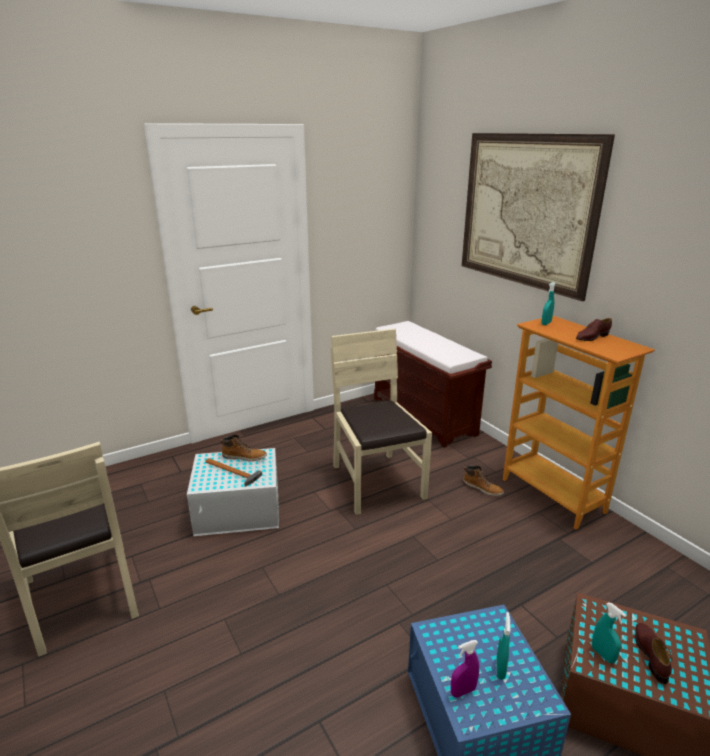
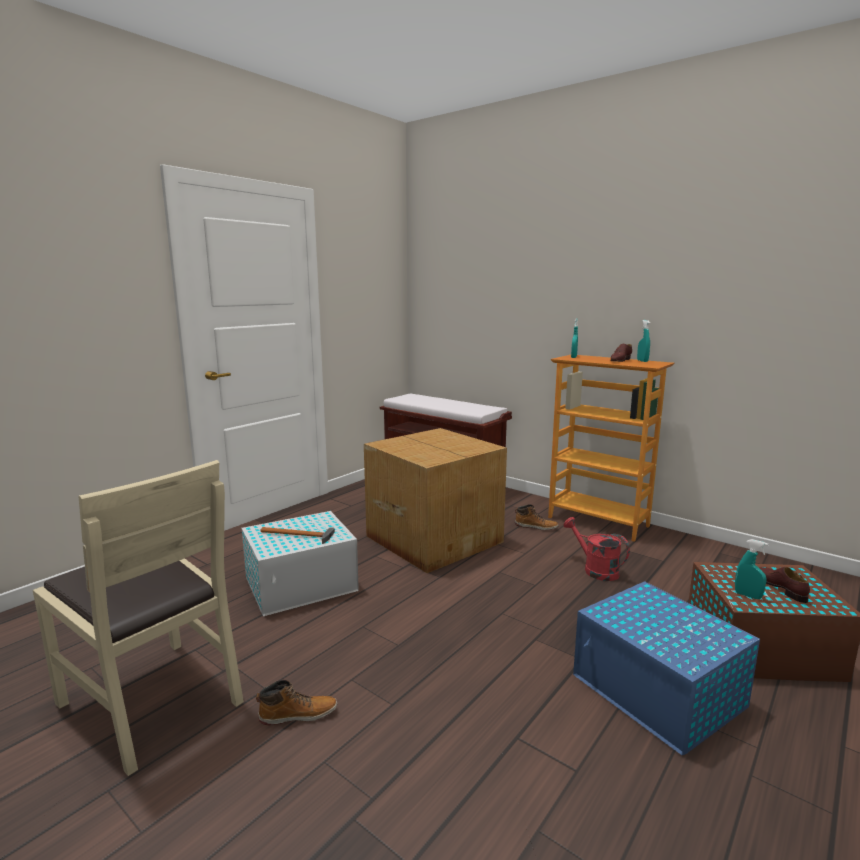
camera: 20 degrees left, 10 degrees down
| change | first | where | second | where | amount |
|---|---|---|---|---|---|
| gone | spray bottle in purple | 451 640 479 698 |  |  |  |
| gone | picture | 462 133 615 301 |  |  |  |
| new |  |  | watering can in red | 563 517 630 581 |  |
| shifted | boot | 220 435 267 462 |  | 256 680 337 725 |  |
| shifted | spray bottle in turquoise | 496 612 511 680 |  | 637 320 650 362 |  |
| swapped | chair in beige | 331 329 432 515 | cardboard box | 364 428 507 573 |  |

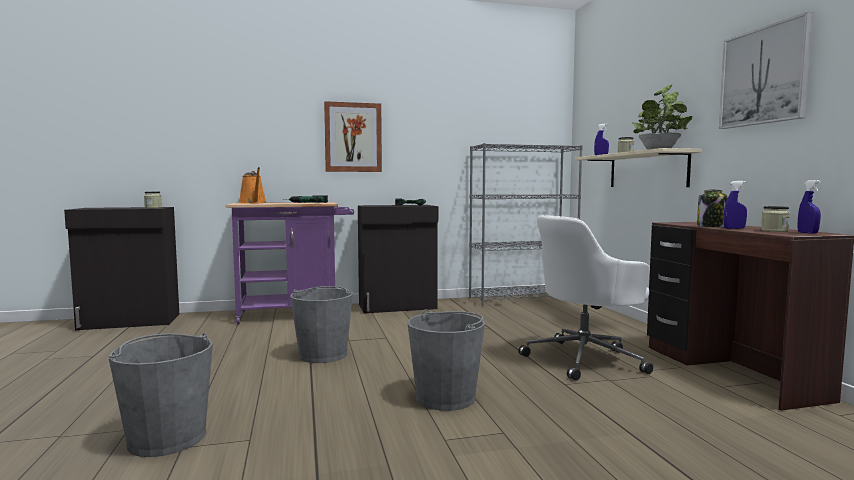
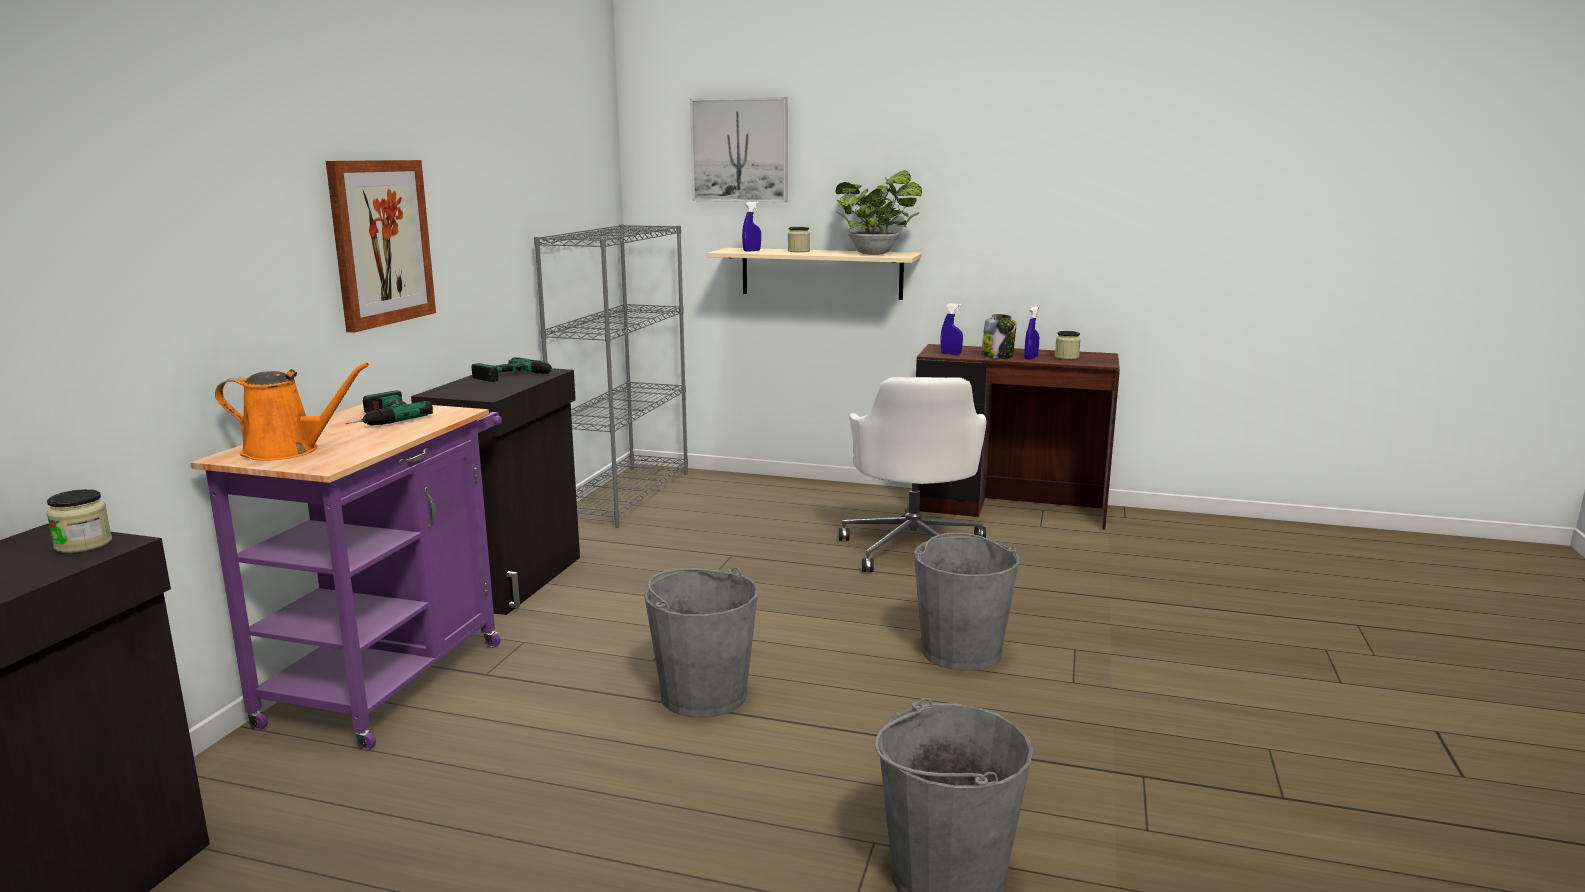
camera: 60 degrees left, 10 degrees up
| change | first | where | second | where | amount |
|---|---|---|---|---|---|
| shifted | picture | 719 12 813 129 |  | 690 97 788 202 |  |
| shifted | spray bottle in blue | 798 180 821 234 |  | 941 303 963 355 |  |

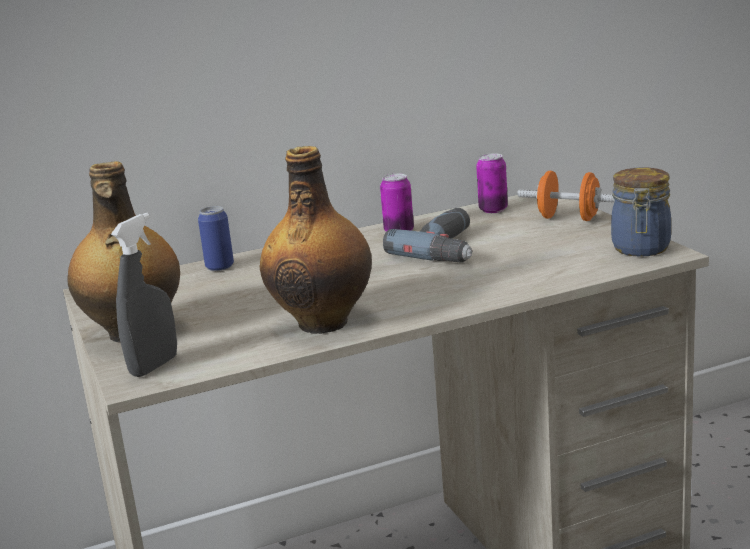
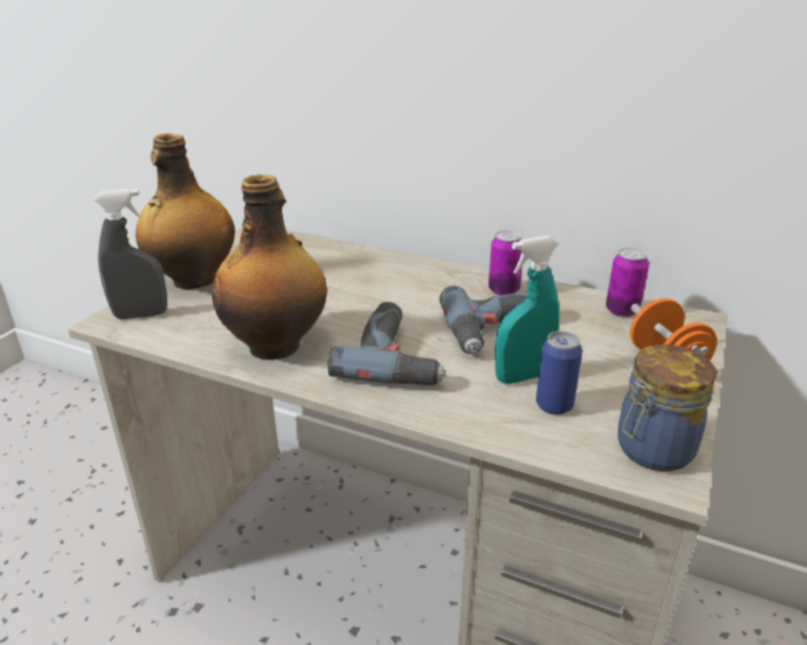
camera: 45 degrees right, 10 degrees up
| change | first | where | second | where | amount |
|---|---|---|---|---|---|
| new |  |  | power drill | 328 302 446 386 |  |
| new |  |  | spray bottle in turquoise | 495 236 560 384 |  |
| shifted | can | 198 206 234 271 |  | 536 331 582 415 |  |

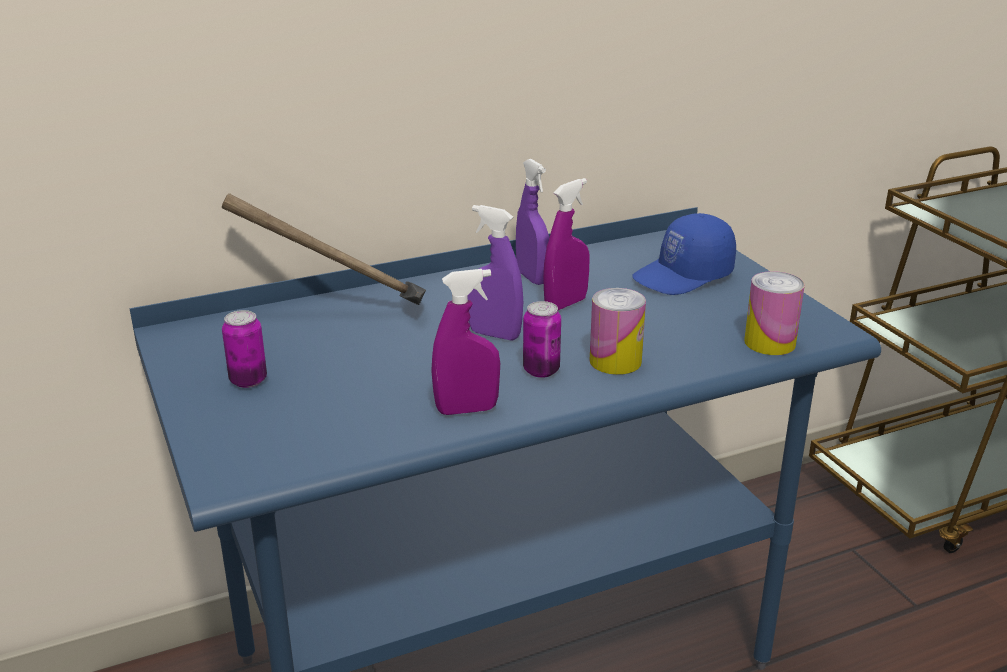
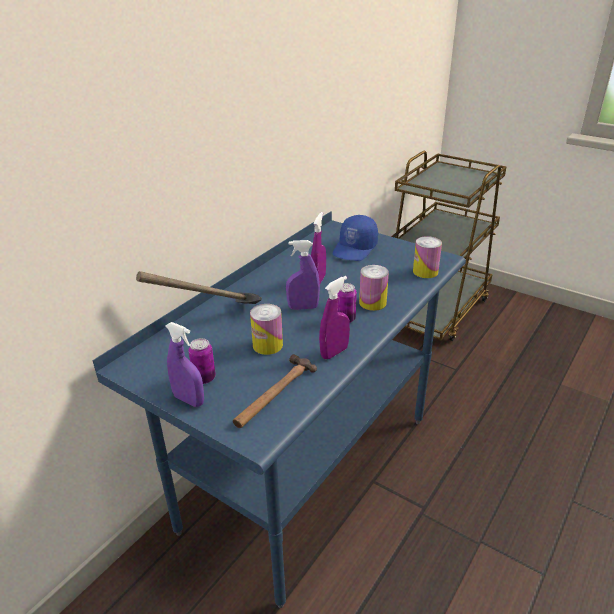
camera: 30 degrees left, 5 degrees up
| change | first | where | second | where | amount |
|---|---|---|---|---|---|
| new |  |  | hammer | 233 354 317 428 |  |
| new |  |  | can | 250 304 283 355 |  |
| shifted | spray bottle in purple | 516 159 549 285 |  | 166 322 204 407 |  |

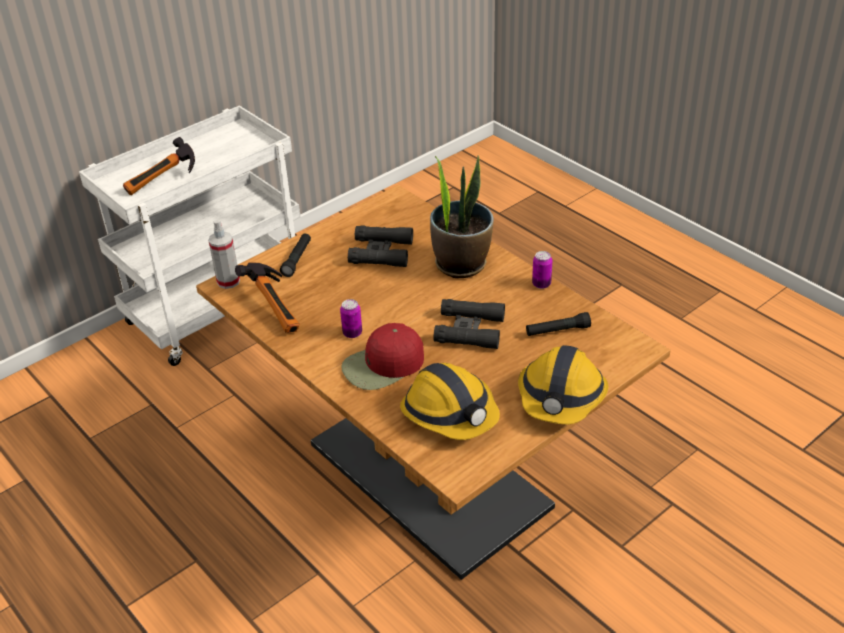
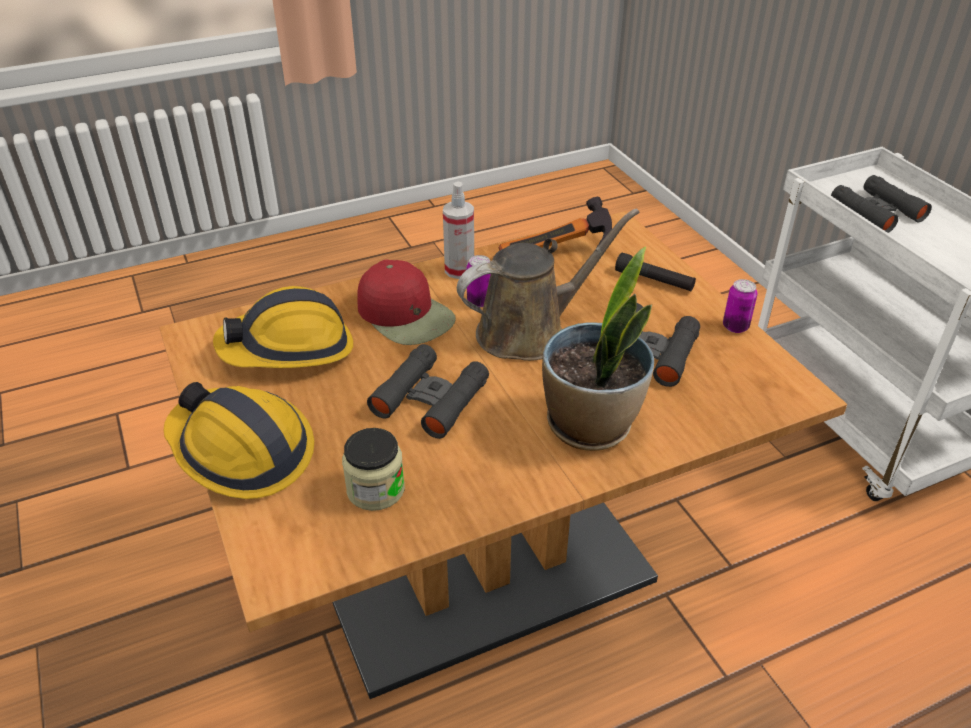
camera: 105 degrees right, 0 degrees up
| change | first | where | second | where | amount |
|---|---|---|---|---|---|
| new |  |  | watering can in brown | 457 208 639 361 |  |
| shifted | spray bottle | 208 220 240 289 |  | 443 182 474 279 |  |
| shifted | can | 532 251 553 289 |  | 723 279 757 333 |  |
| swapped | hammer | 123 137 195 195 | binoculars in black | 831 175 932 233 |  |
| swapped | flashlight in black | 526 312 591 336 | jar | 342 428 405 511 |  |
| rotated | cap in red | 341 323 424 390 |  | 357 260 456 345 | 150 degrees clockwise |

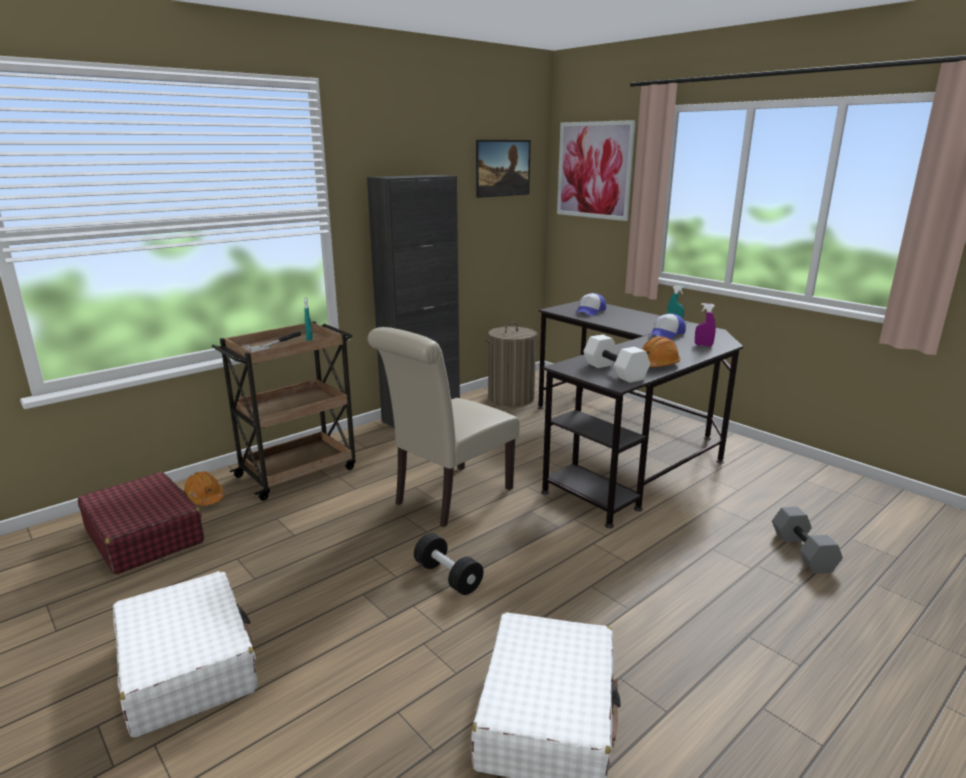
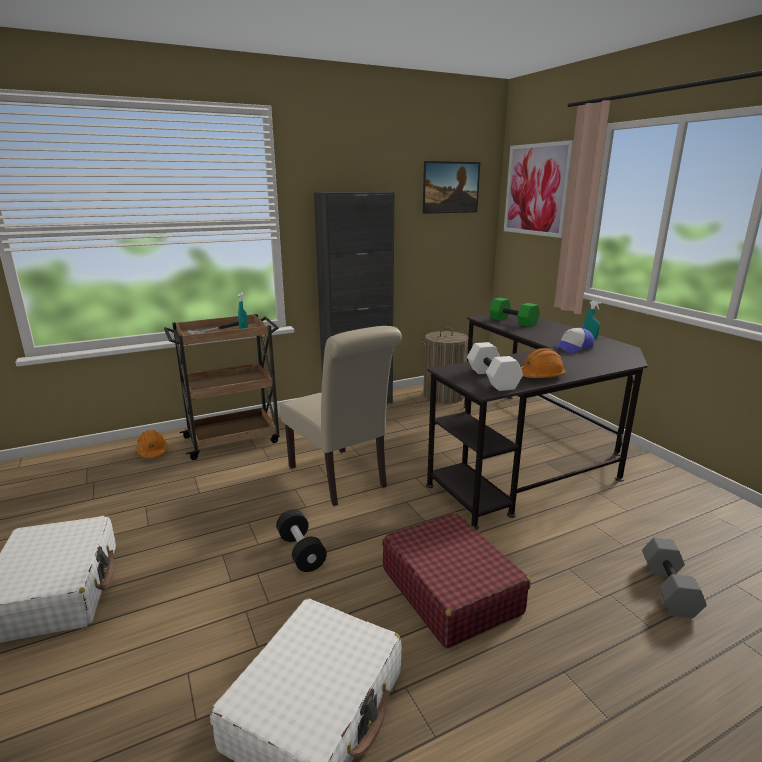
camera: 15 degrees right, 0 degrees up
| change | first | where | second | where | amount |
|---|---|---|---|---|---|
| gone | spray bottle in purple | 695 303 716 346 |  |  |  |
| shifted | suitcase in red | 78 472 204 575 |  | 382 513 530 648 |  |
| swapped | cap | 576 293 606 316 | dumbbell in green | 489 298 540 327 |  |
| rotated | chair in beige | 368 327 520 527 |  | 280 326 402 506 | 90 degrees counterclockwise |

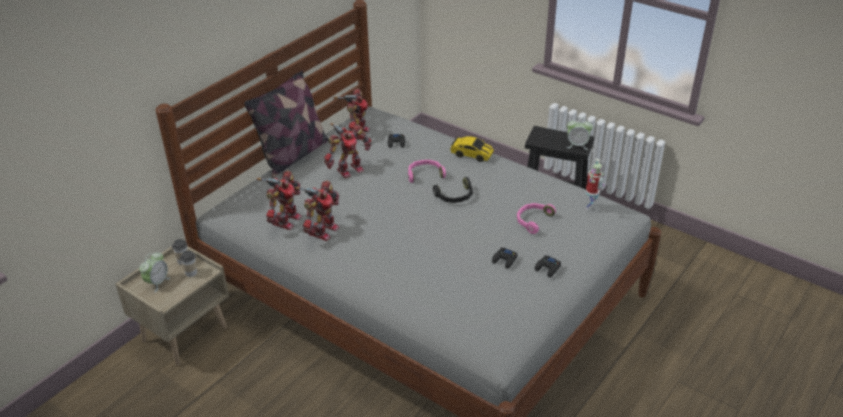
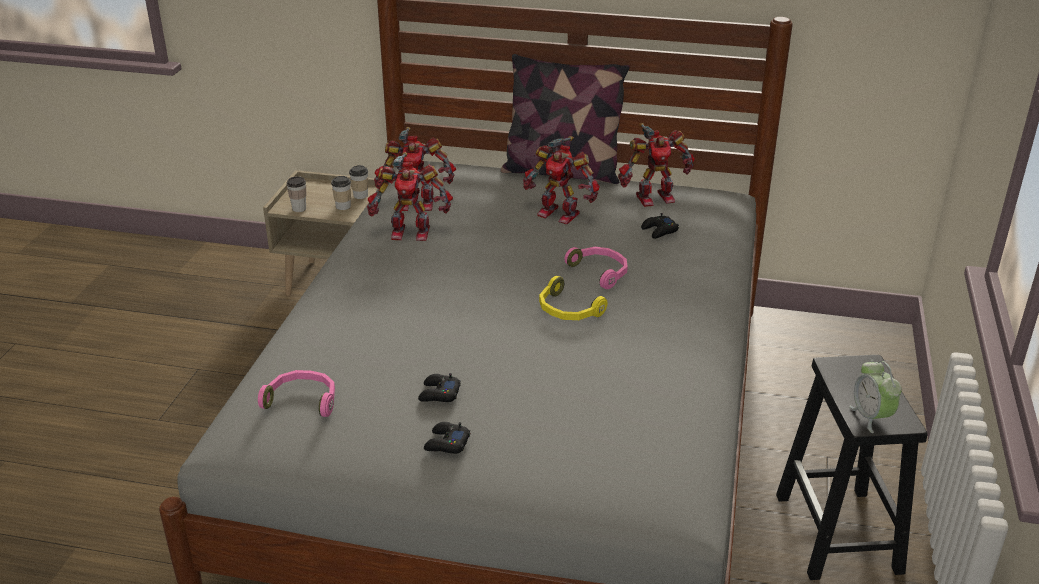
camera: 65 degrees right, 5 degrees down
| change | first | where | second | where | amount |
|---|---|---|---|---|---|
| gone | alarm clock | 139 252 171 292 |  |  |  |
| gone | toy car | 450 136 494 162 |  |  |  |
| gone | toy robot | 586 159 605 210 |  |  |  |
| new |  |  | cup | 287 176 306 212 |  |
| shifted | headphones in pink | 517 203 556 234 |  | 258 370 335 417 |  |
| repainted | headphones in black | 433 177 473 203 | headphones in yellow | 539 276 607 320 |  |

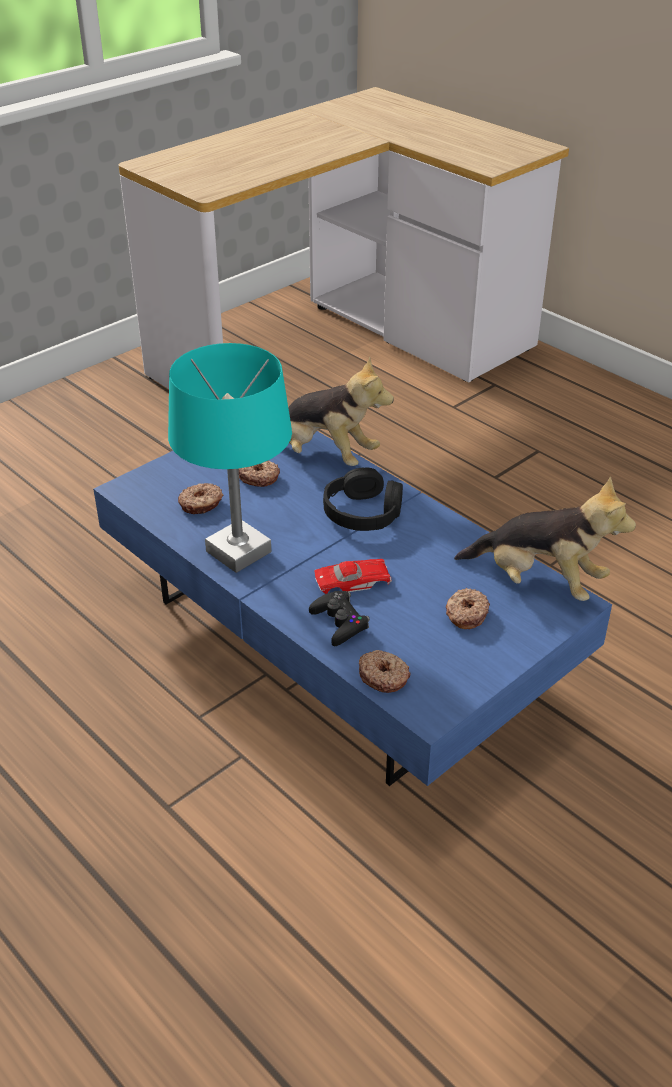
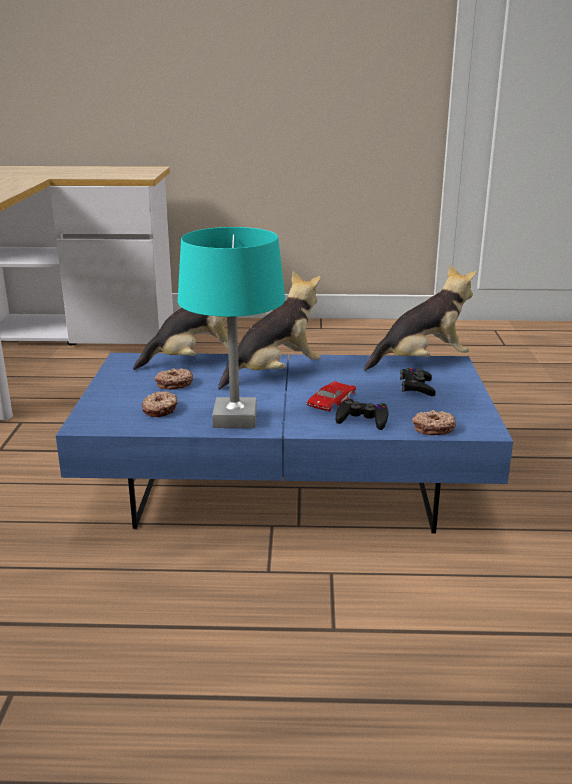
camera: 45 degrees left, 15 degrees down
| change | first | where | second | where | amount |
|---|---|---|---|---|---|
| swapped | headphones in black | 323 468 403 531 | plush toy | 218 271 321 390 |  |
| swapped | donut | 446 588 490 629 | game controller in black | 400 368 436 396 |  |

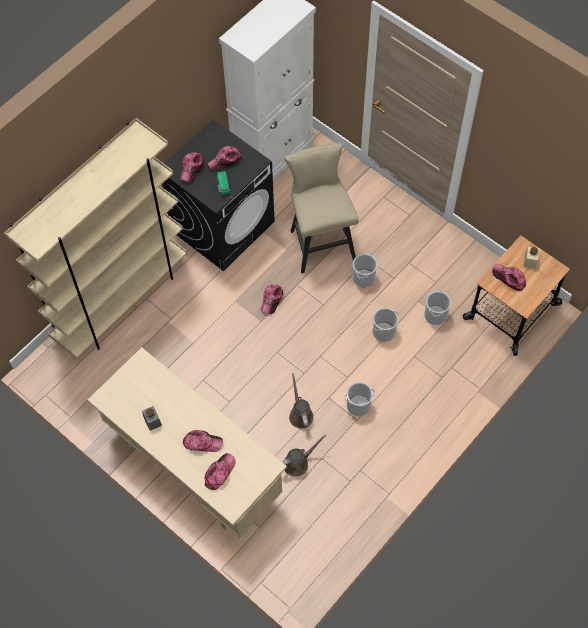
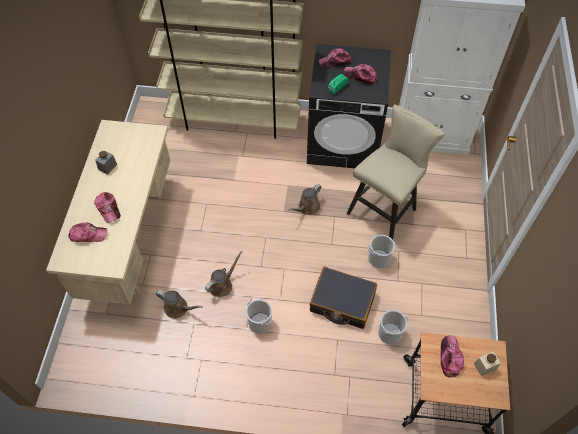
camera: 55 degrees right, 5 degrees down
| change | first | where | second | where | amount |
|---|---|---|---|---|---|
| swapped | cap | 261 284 283 314 | watering can in brown | 288 184 321 215 |  |
| swapped | bucket | 372 308 398 342 | suitcase in black | 310 267 377 329 |  |

